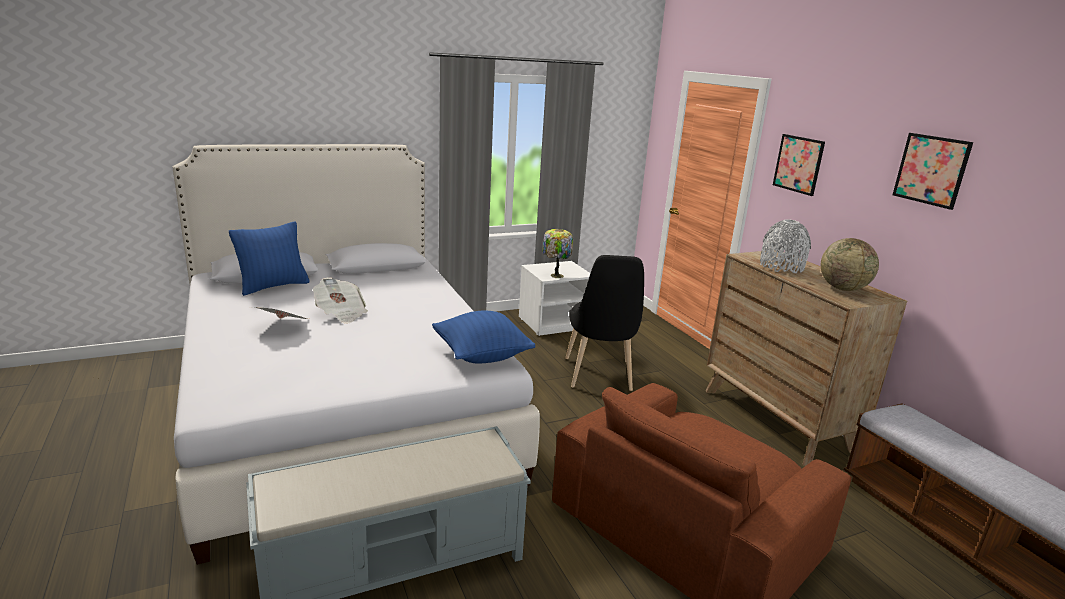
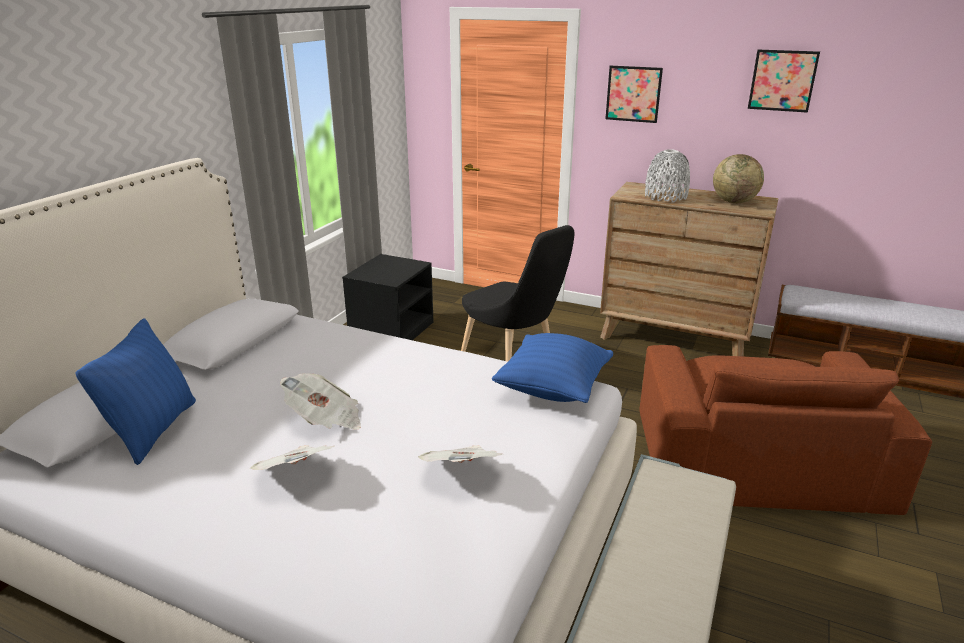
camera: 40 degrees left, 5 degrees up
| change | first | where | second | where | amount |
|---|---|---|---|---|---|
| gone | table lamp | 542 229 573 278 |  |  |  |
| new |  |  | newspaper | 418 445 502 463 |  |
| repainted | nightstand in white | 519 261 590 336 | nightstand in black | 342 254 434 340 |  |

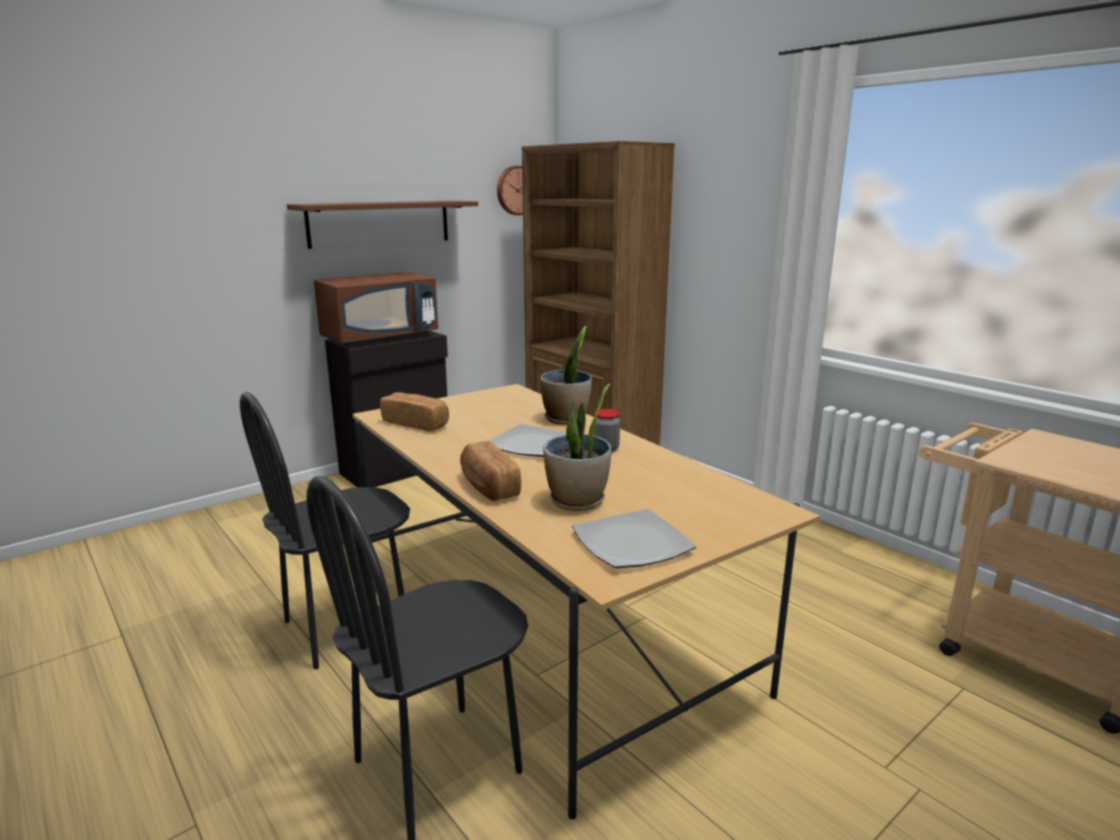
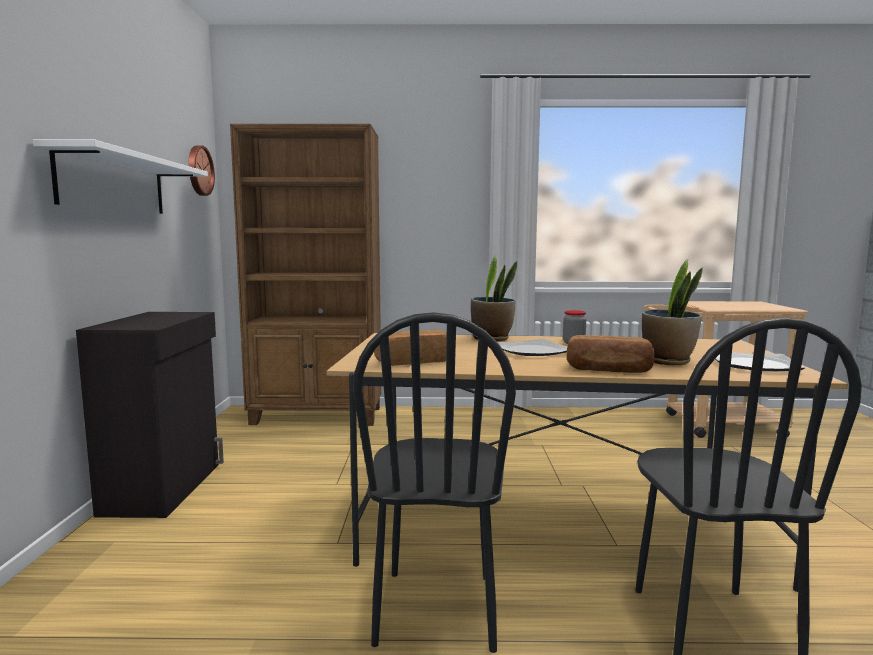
camera: 50 degrees left, 10 degrees down
| change | first | where | second | where | amount |
|---|---|---|---|---|---|
| gone | microwave in brown | 314 272 438 346 |  |  |  |
| repainted | shelf in brown | 287 201 478 249 | shelf in white | 33 139 208 214 |  |

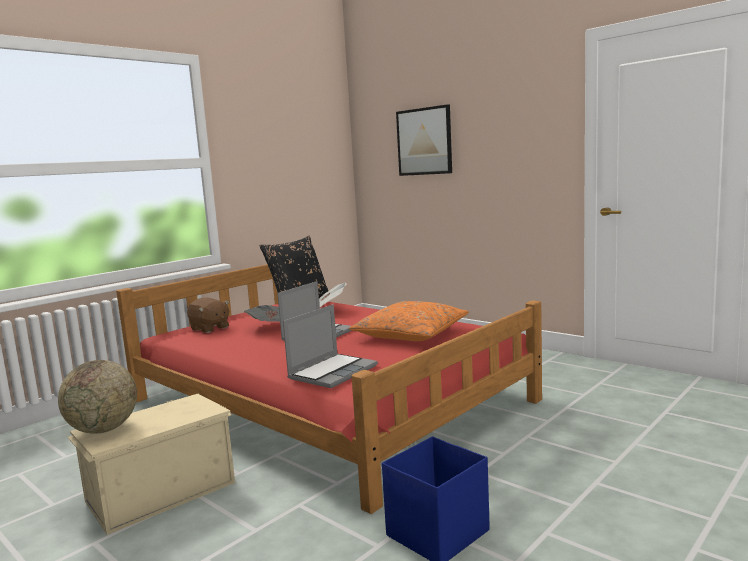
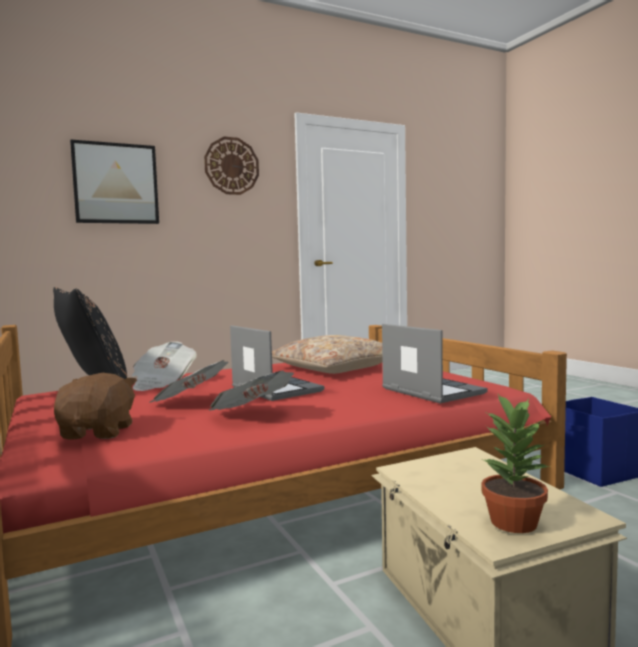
camera: 70 degrees left, 5 degrees down
| change | first | where | second | where | amount |
|---|---|---|---|---|---|
| new |  |  | wall clock | 204 137 259 195 |  |
| new |  |  | newspaper | 209 371 294 410 |  |
| swapped | globe | 58 360 137 434 | potted plant | 481 394 550 533 |  |
| repainted | pillow in orange | 349 301 469 341 | pillow in beige | 272 335 382 374 |  |
| rotated | plush toy in brown | 187 298 229 333 |  | 54 373 137 439 | 60 degrees counterclockwise |

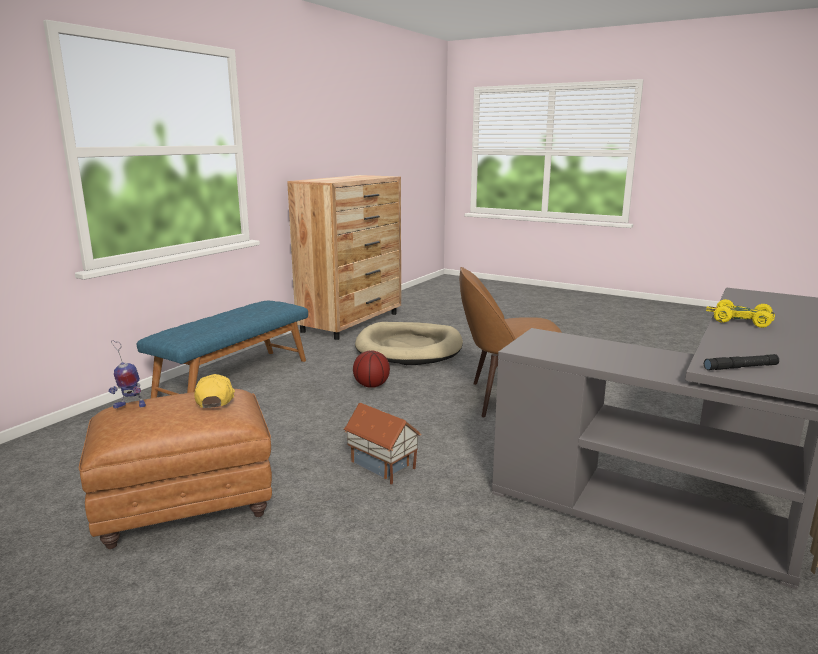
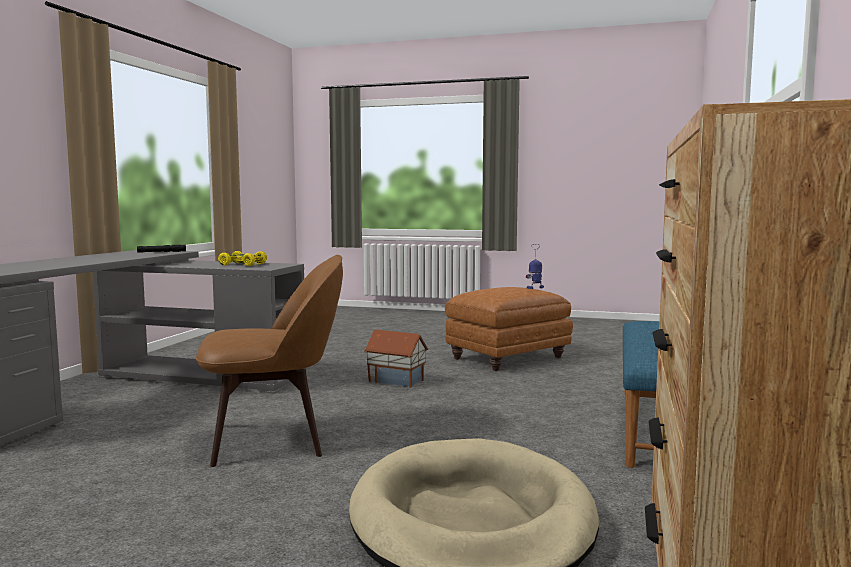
camera: 165 degrees right, 10 degrees down
| change | first | where | second | where | amount |
|---|---|---|---|---|---|
| gone | cap in yellow | 194 374 235 408 |  |  |  |
| gone | basketball | 353 351 390 388 |  |  |  |
| shifted | toy car in yellow | 706 299 775 328 |  | 218 251 268 266 |  |

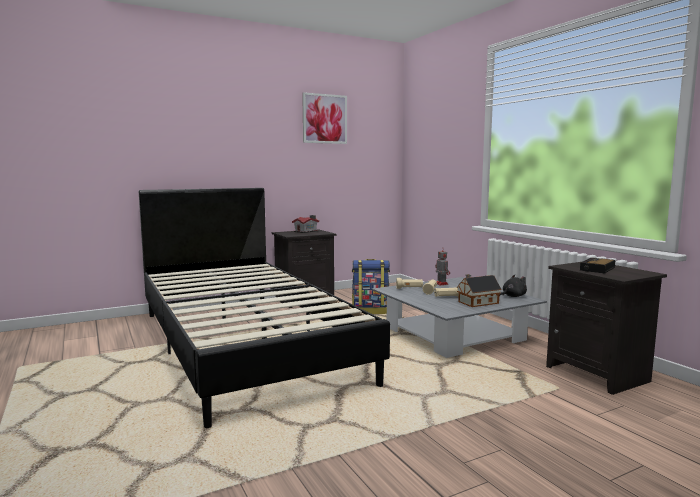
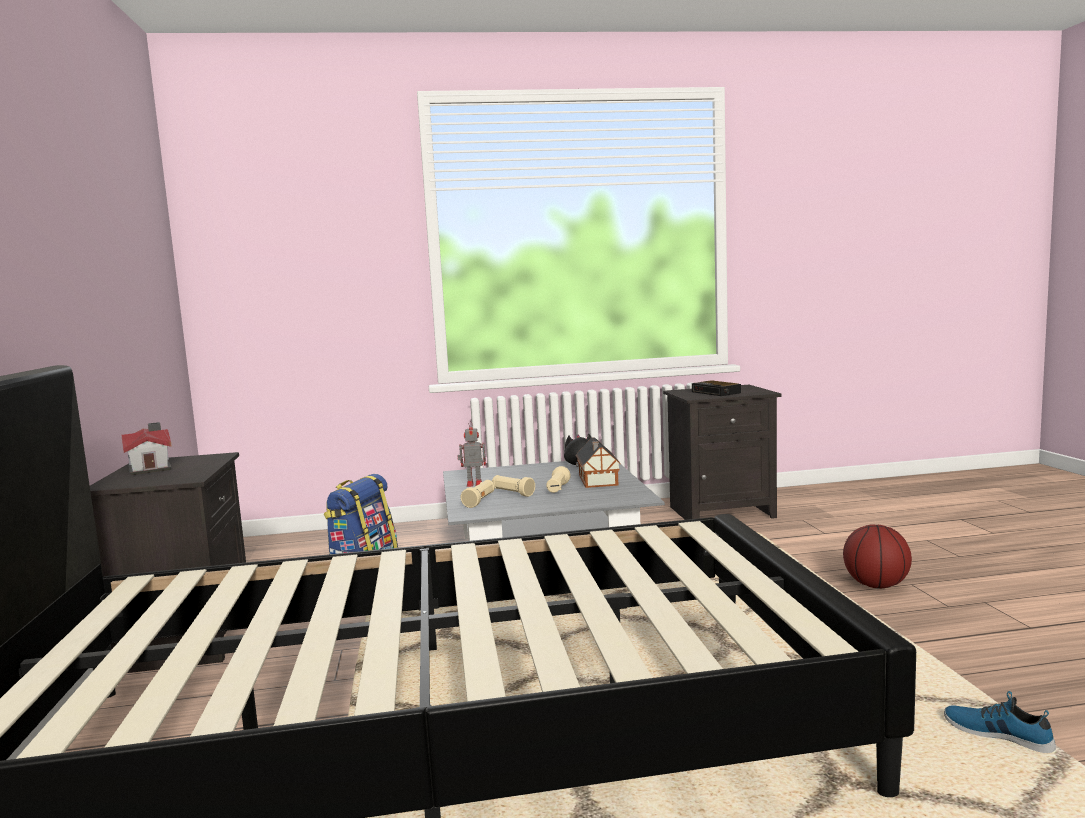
camera: 70 degrees left, 0 degrees up
| change | first | where | second | where | amount |
|---|---|---|---|---|---|
| gone | picture | 302 92 347 144 |  |  |  |
| new |  |  | basketball | 843 524 912 588 |  |
| new |  |  | shoe | 944 691 1056 753 |  |

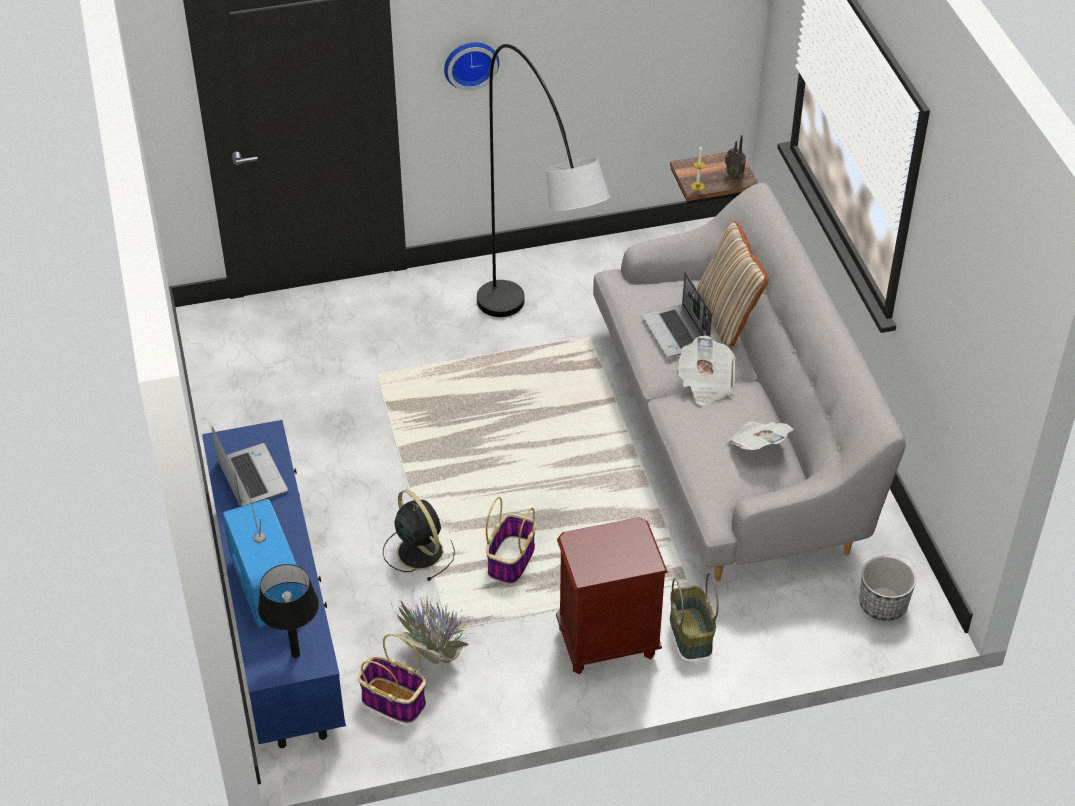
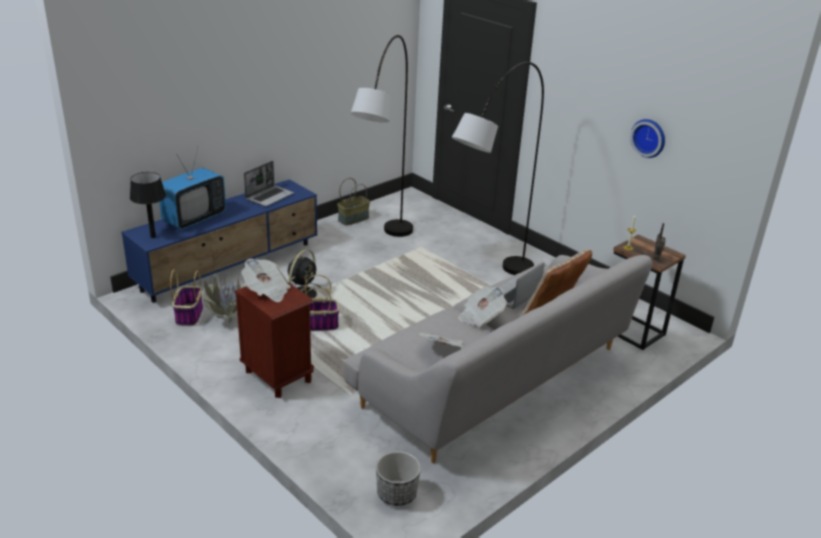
camera: 60 degrees right, 15 degrees down
| change | first | where | second | where | amount |
|---|---|---|---|---|---|
| new |  |  | newspaper | 241 258 291 302 |  |
| new |  |  | floor lamp in grey | 351 35 413 237 |  |
| shifted | wall clock | 444 42 499 91 |  | 630 119 665 158 |  |
| shifted | basket | 670 573 719 659 |  | 337 178 370 225 |  |

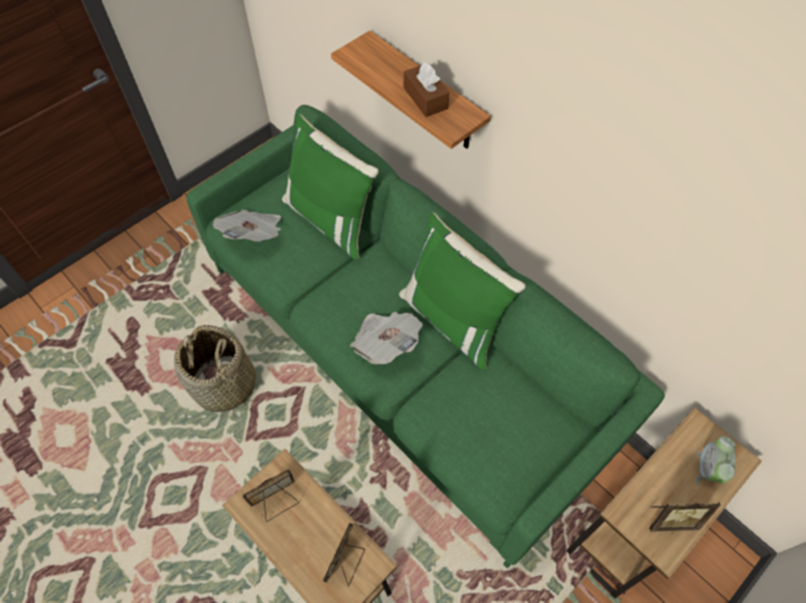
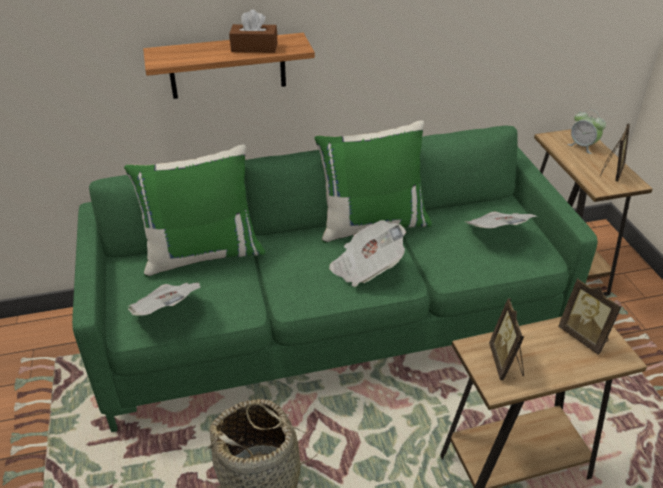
camera: 60 degrees left, 20 degrees down
| change | first | where | second | where | amount |
|---|---|---|---|---|---|
| new |  |  | newspaper | 466 212 537 228 |  |

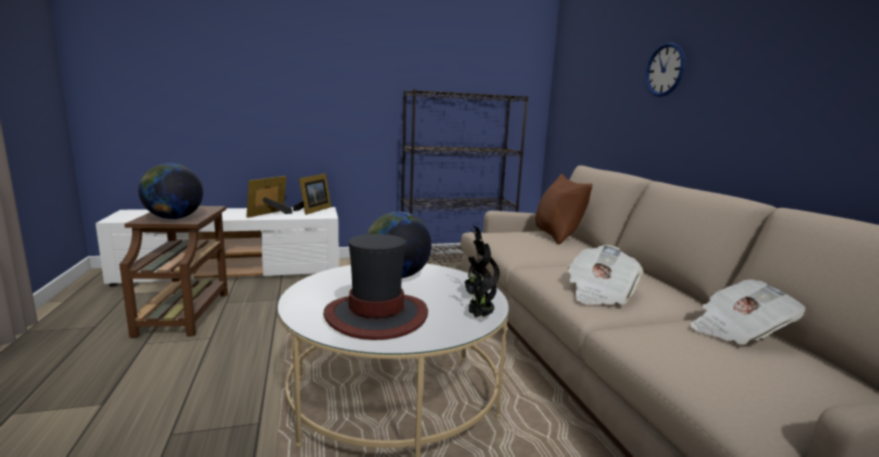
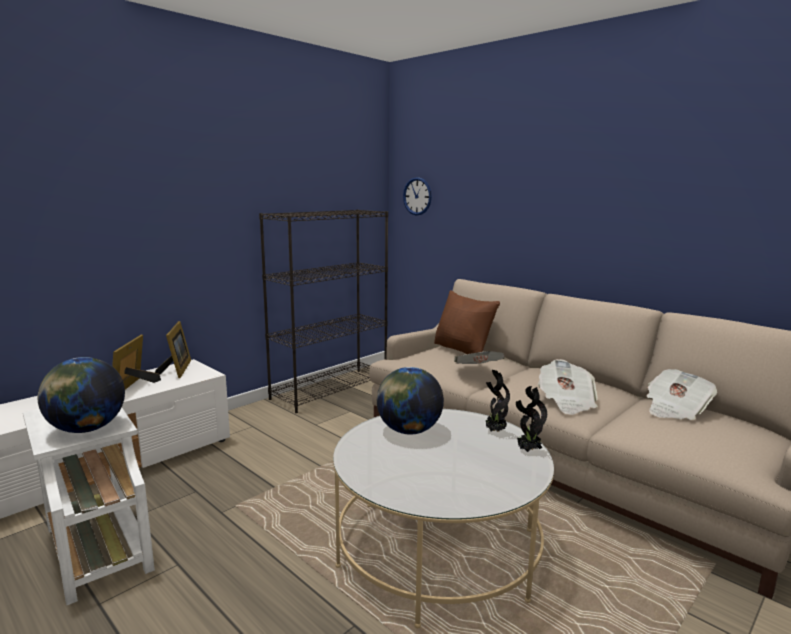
camera: 30 degrees left, 0 degrees up
| change | first | where | second | where | amount |
|---|---|---|---|---|---|
| gone | hat | 323 234 428 340 |  |  |  |
| new |  |  | newspaper | 454 351 505 364 |  |
| shifted | wall clock | 645 42 685 97 |  | 403 177 432 216 |  |
| repainted | side table in brown | 119 206 228 338 | side table in white | 23 407 155 605 |  |

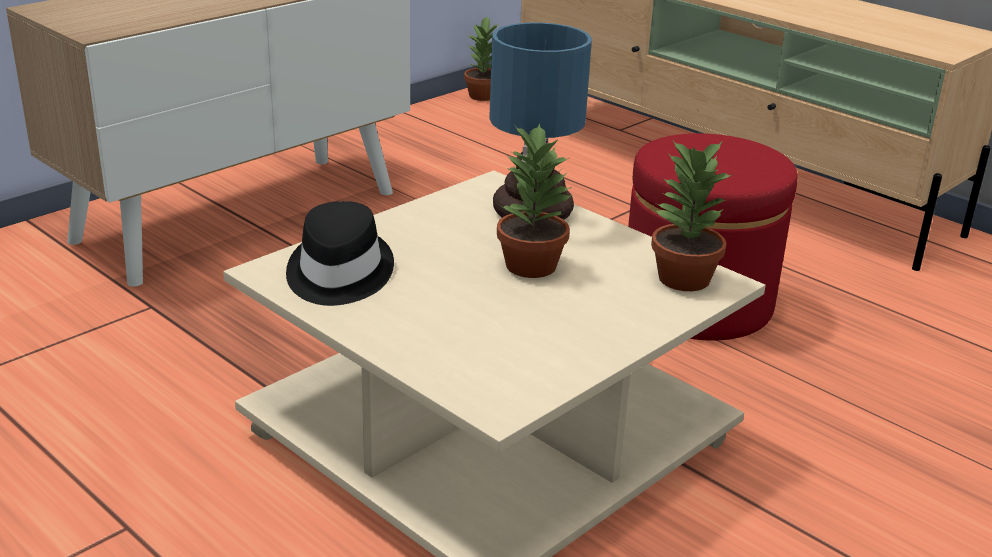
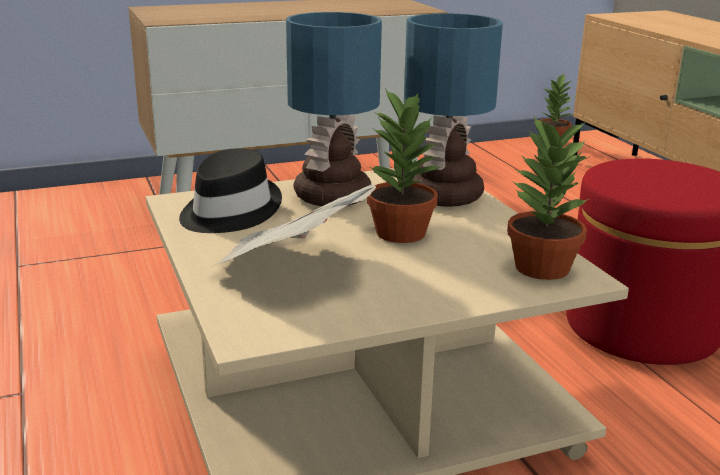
camera: 25 degrees right, 5 degrees down
| change | first | where | second | where | amount |
|---|---|---|---|---|---|
| new |  |  | newspaper | 211 184 376 267 |  |
| new |  |  | table lamp | 286 12 382 206 |  |

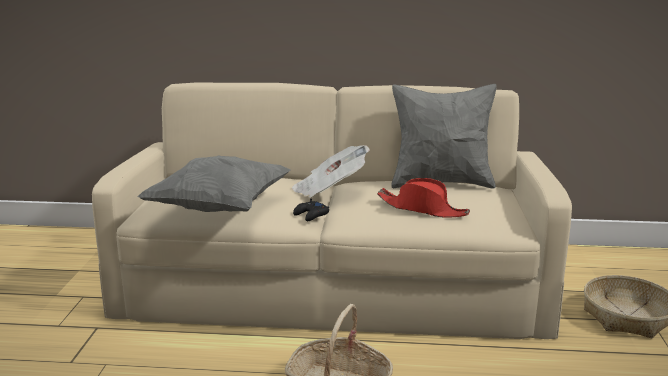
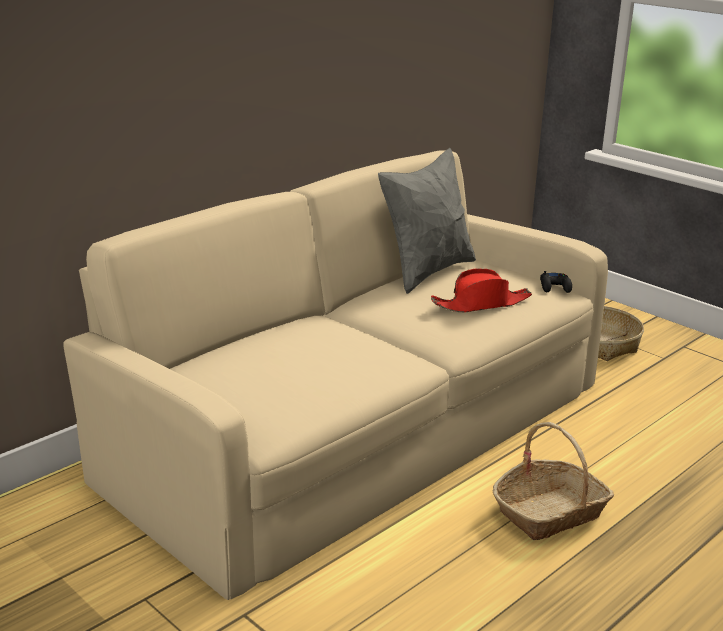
camera: 50 degrees left, 5 degrees up
| change | first | where | second | where | amount |
|---|---|---|---|---|---|
| gone | pillow in grey | 137 155 290 212 |  |  |  |
| gone | newspaper | 292 145 370 197 |  |  |  |
| shifted | game controller in black | 293 198 329 221 |  | 540 271 572 293 |  |

